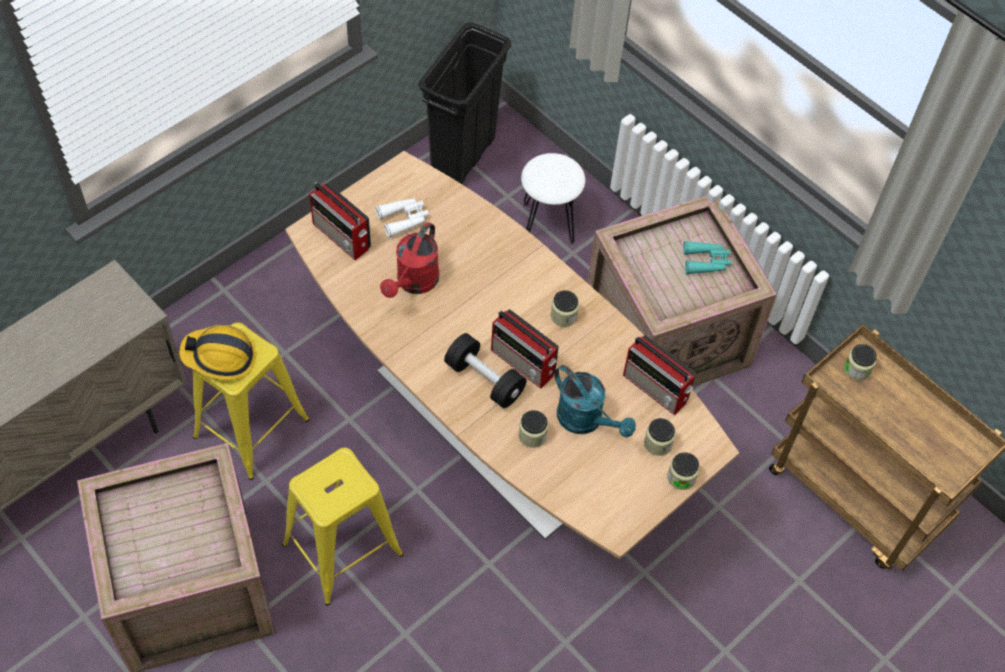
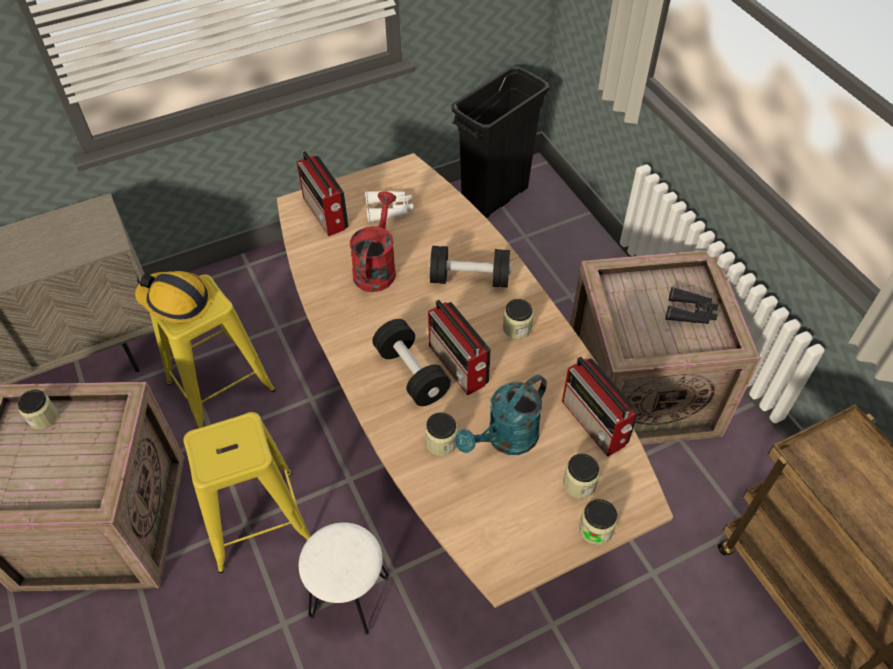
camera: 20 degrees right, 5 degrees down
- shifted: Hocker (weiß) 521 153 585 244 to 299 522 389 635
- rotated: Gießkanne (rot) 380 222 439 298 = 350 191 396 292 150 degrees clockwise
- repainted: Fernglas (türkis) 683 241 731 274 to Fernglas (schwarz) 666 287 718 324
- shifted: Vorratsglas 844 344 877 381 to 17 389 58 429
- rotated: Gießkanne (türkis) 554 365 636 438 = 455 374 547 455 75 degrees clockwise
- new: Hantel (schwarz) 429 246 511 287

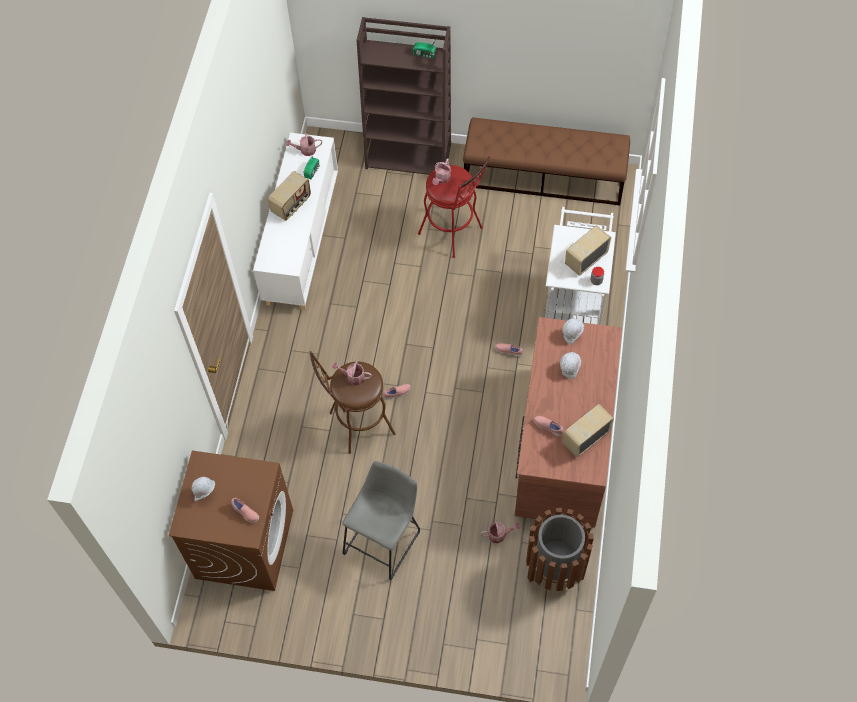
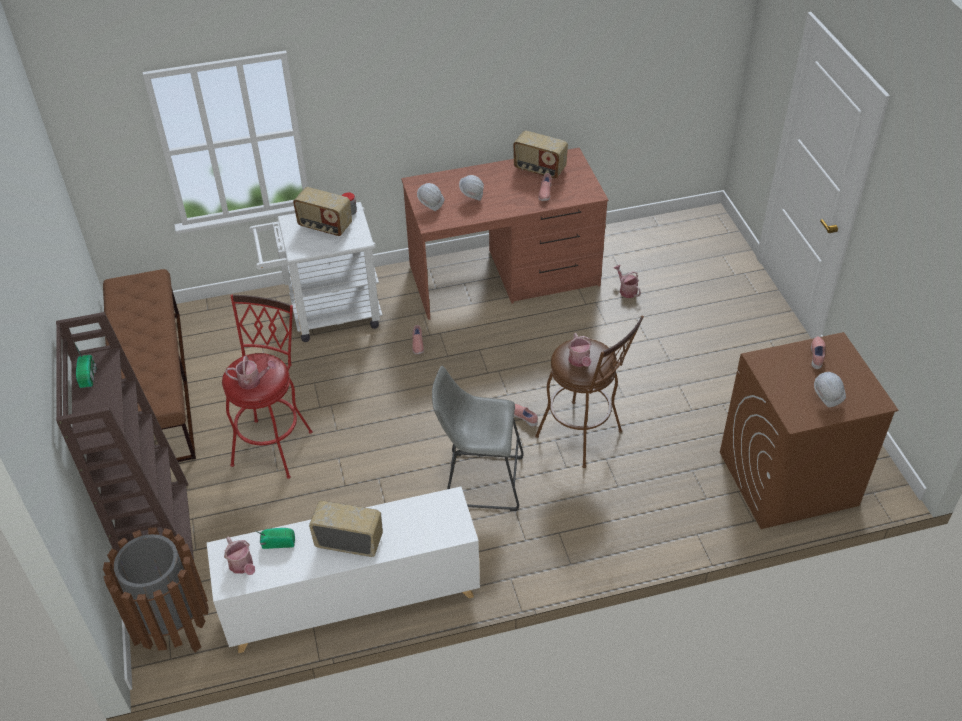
camera: 115 degrees left, 15 degrees down
- shifted: Hocker (grau) 342 461 420 580 to 432 366 524 511
- shifted: Mülleimer (braun) 526 508 594 591 to 103 527 209 652

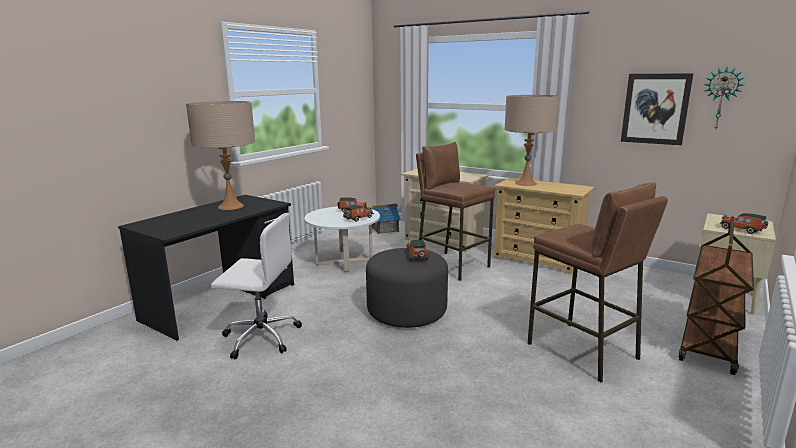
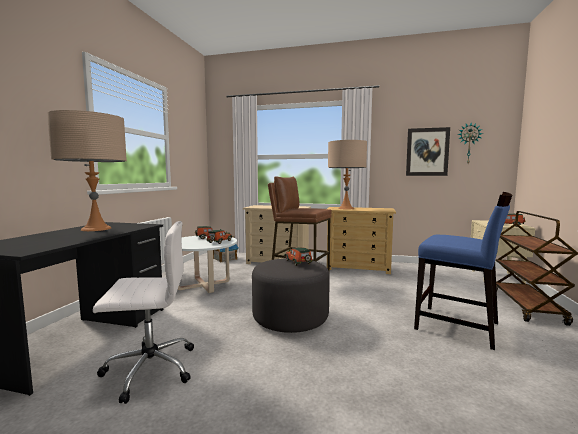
camera: 20 degrees left, 10 degrees down
- swapped: Hocker (braun) 527 182 668 382 to Stuhl (blau) 414 192 512 350

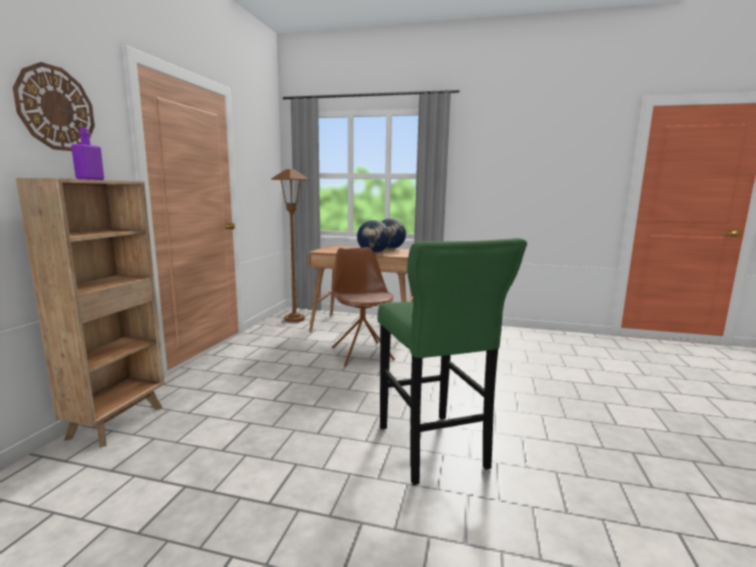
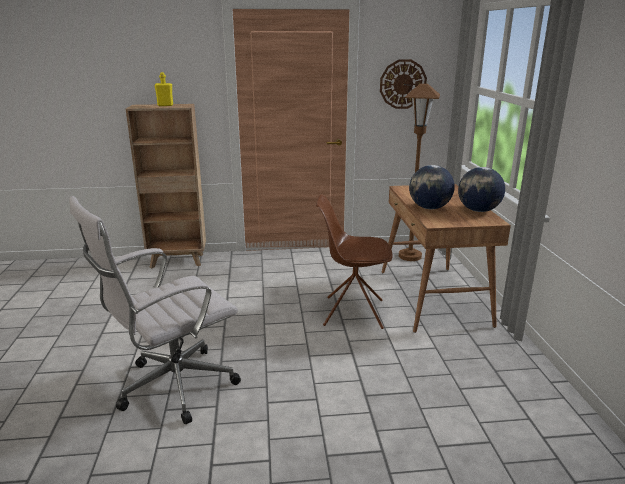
camera: 70 degrees right, 10 degrees up
- shifted: Wanduhr 13 62 95 151 to 380 59 427 109
- repainted: Flasche (lila) 71 128 104 180 to Flasche (gelb) 155 72 173 106
- swapped: Hocker (grün) 377 238 527 485 to Bürostuhl (weiß) 69 196 241 424
- rotated: Stuhl (braun) 332 247 395 367 = 316 195 393 329 135 degrees counterclockwise

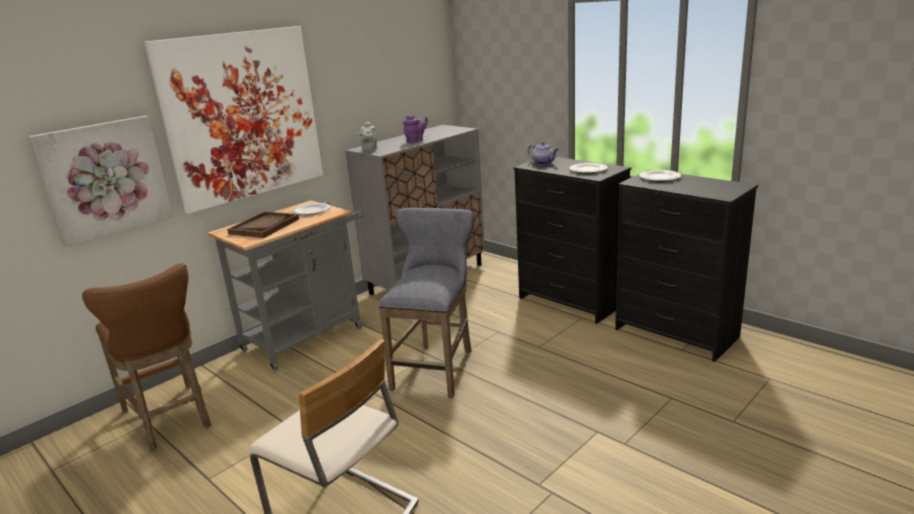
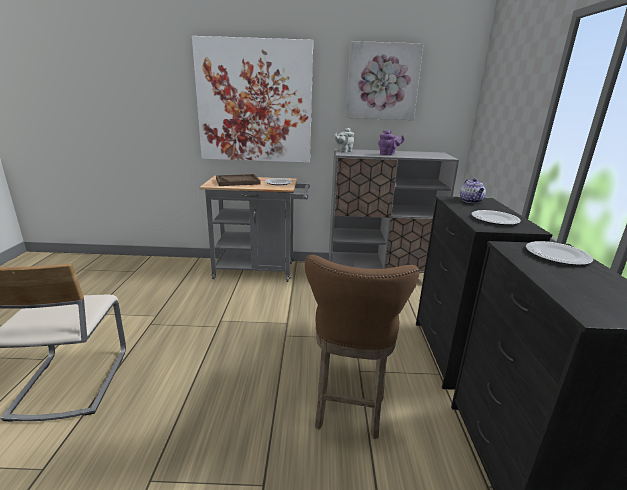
camera: 45 degrees right, 0 degrees up
- shifted: Bild 28 116 173 247 to 346 41 424 120
- gone: Hocker (grau) 379 208 474 398
- shifted: Hocker (braun) 82 263 211 451 to 305 255 420 439

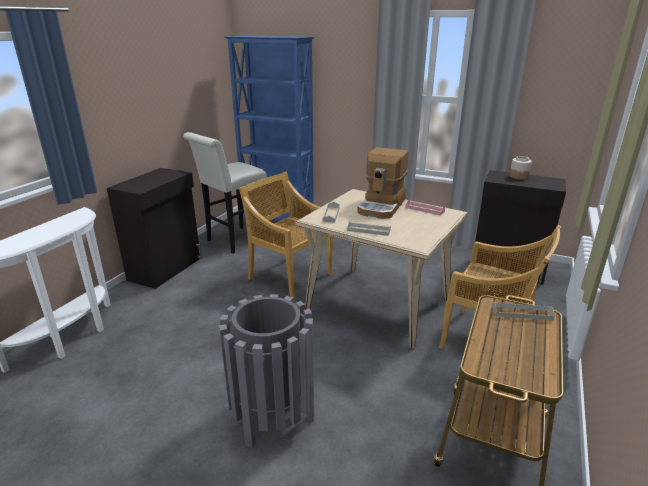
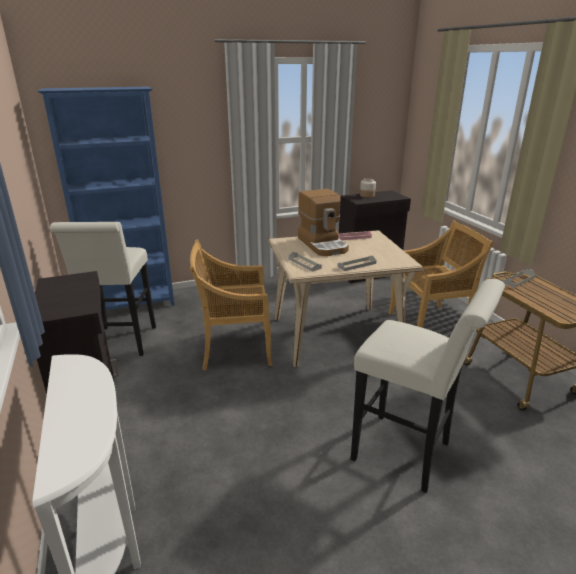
camera: 45 degrees left, 0 degrees up
- swapped: Mülleimer (grau) 219 294 314 449 to Hocker (weiß) 351 279 505 493

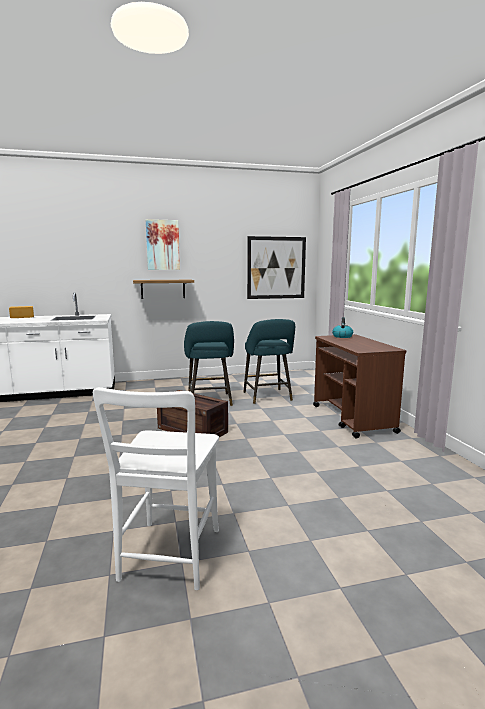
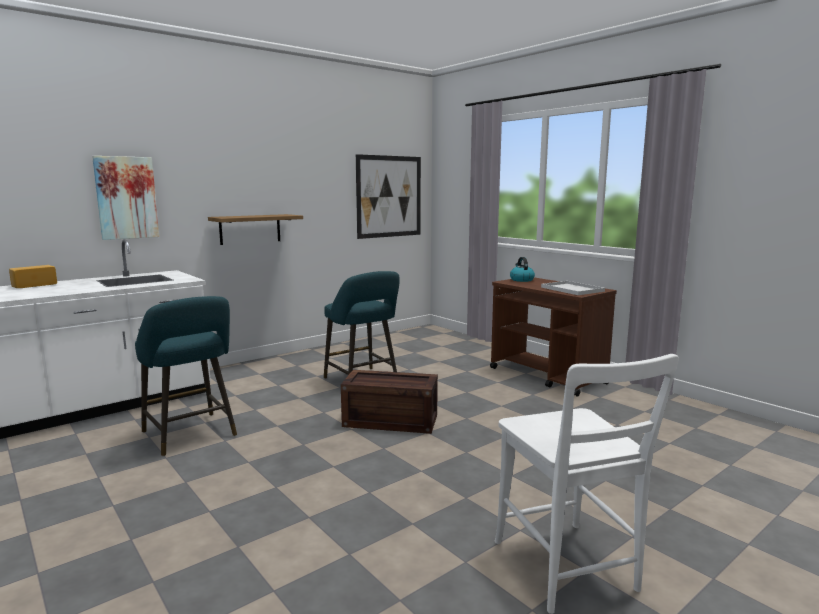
camera: 25 degrees left, 0 degrees up
- shifted: Bild 146 219 180 270 to 92 156 159 240
- shifted: Hocker (türkis) 244 319 295 404 to 135 296 237 456
- new: Tablett (weiß) 541 281 605 295

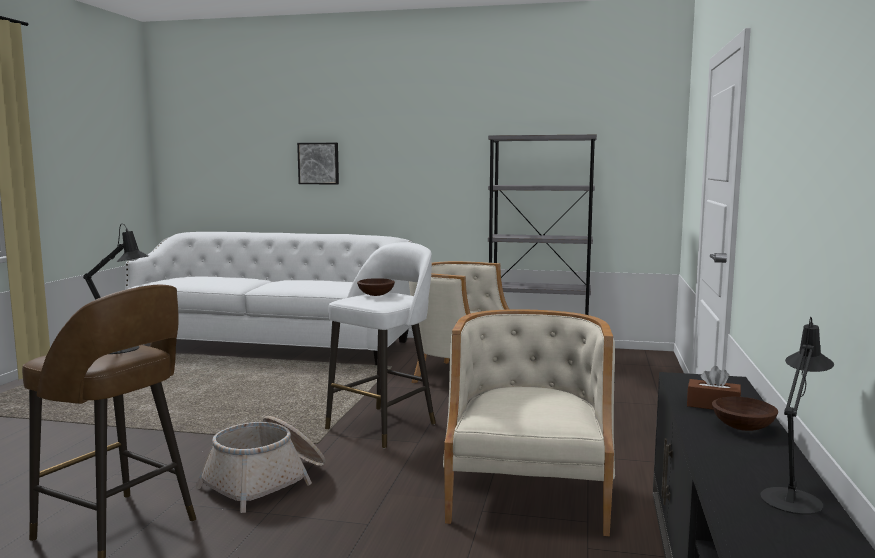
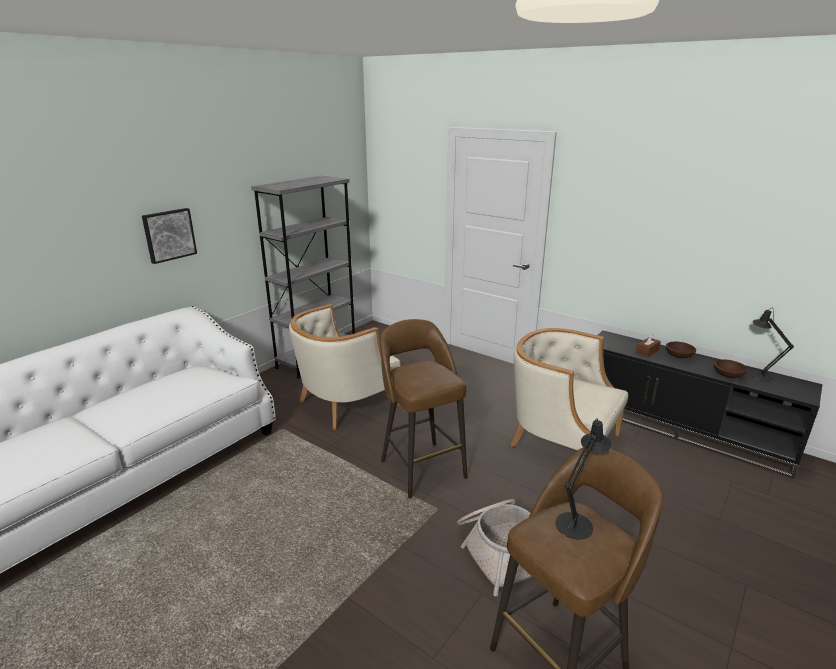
camera: 65 degrees left, 15 degrees up
- shifted: Bild 297 143 339 184 to 142 208 197 264
- repainted: Hocker (weiß) 325 242 436 449 to Hocker (braun) 381 319 468 499
- shifted: Schüssel (braun) 357 278 395 296 to 714 359 748 378

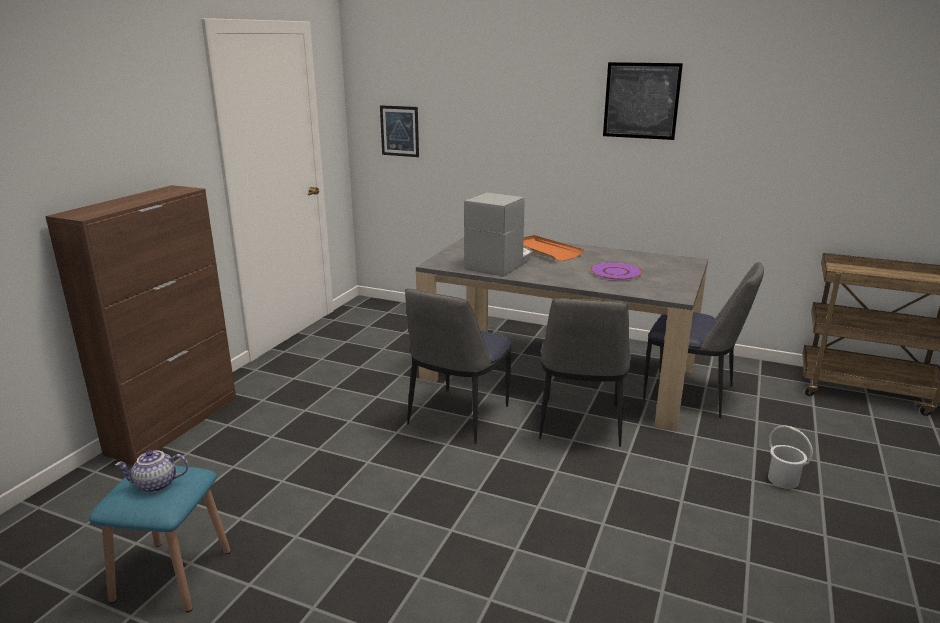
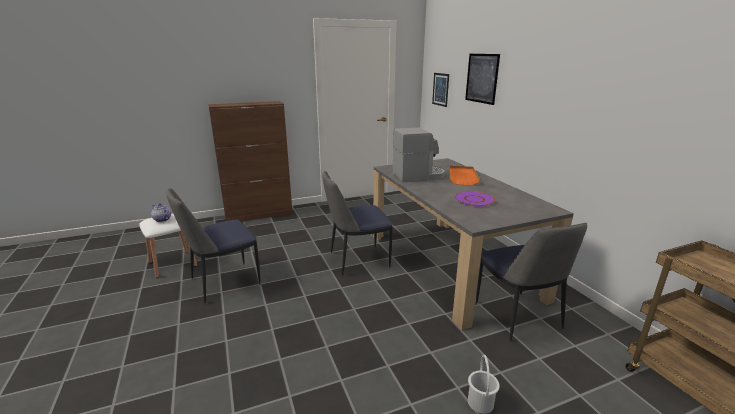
camera: 45 degrees right, 0 degrees up
- shifted: Bild 603 62 683 140 to 465 54 500 105
- shifted: Stuhl 539 298 631 447 to 167 188 261 303
- repainted: Hocker (blau) 89 466 231 612 to Hocker (weiß) 139 213 197 278

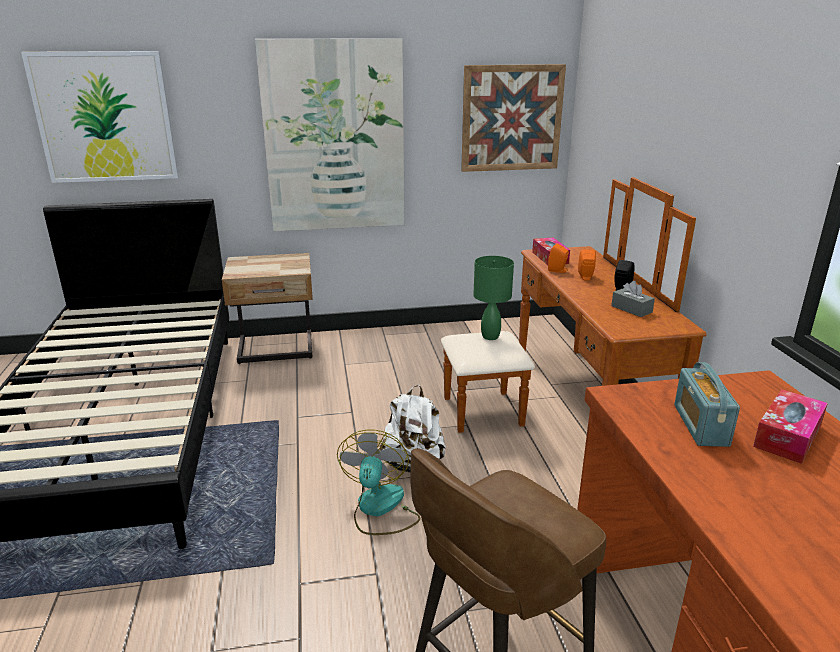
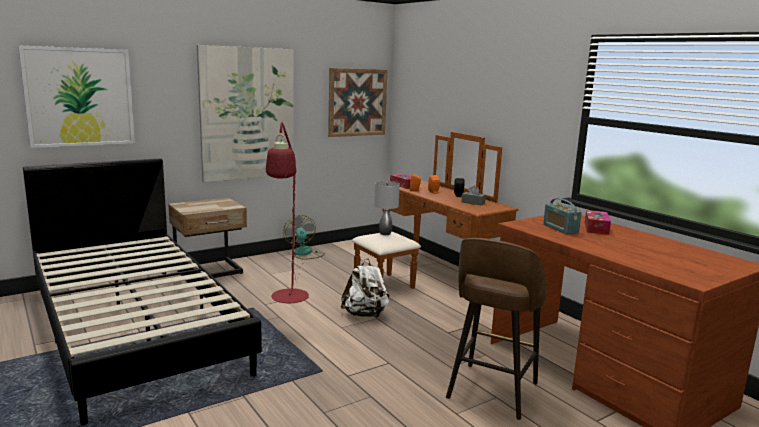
camera: 25 degrees left, 10 degrees down
- repainted: Tischlampe (grün) 473 256 514 340 to Tischlampe (grau) 374 181 400 235
- shifted: Ventilator 337 430 420 535 to 283 215 325 260
- new: Stehlampe (rot) 266 120 309 303

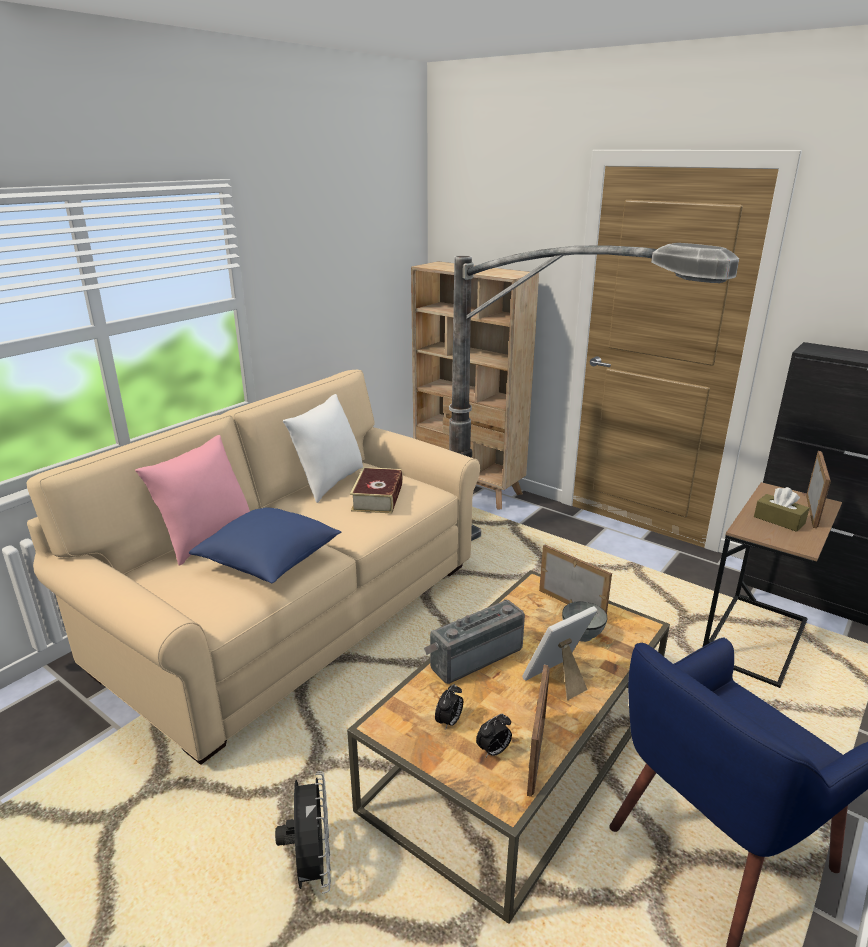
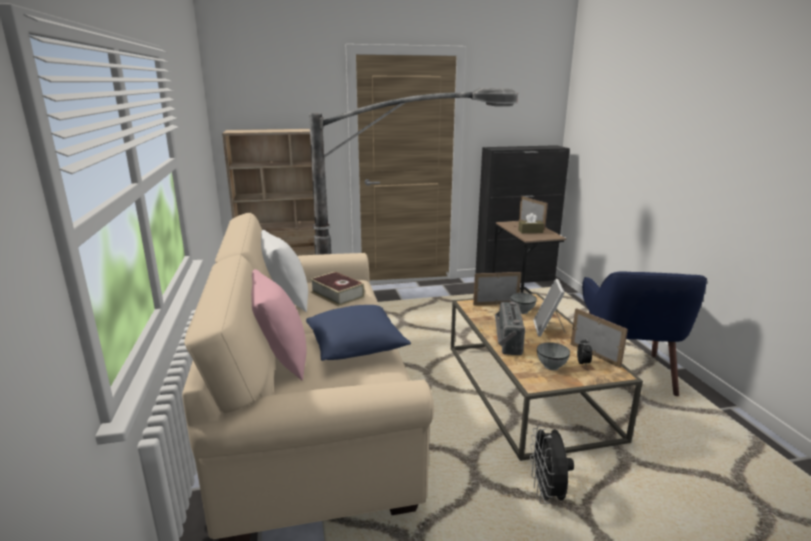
camera: 50 degrees left, 5 degrees down
- swapped: Wecker 435 684 463 730 to Schüssel (grau) 537 342 570 370
- rotated: Ventilator (schwarz) 275 771 331 894 = 530 425 574 504 120 degrees counterclockwise

